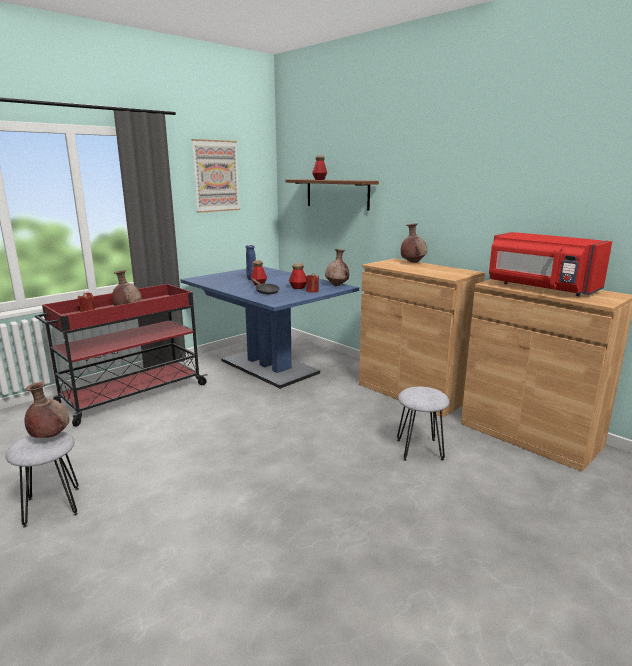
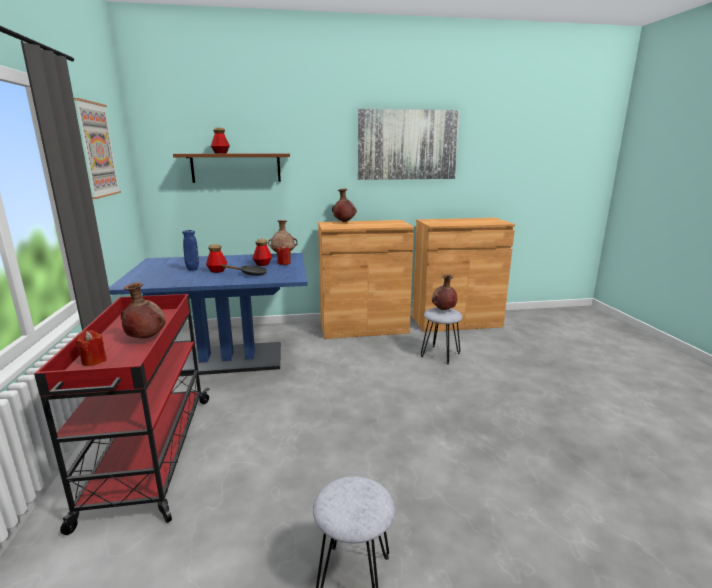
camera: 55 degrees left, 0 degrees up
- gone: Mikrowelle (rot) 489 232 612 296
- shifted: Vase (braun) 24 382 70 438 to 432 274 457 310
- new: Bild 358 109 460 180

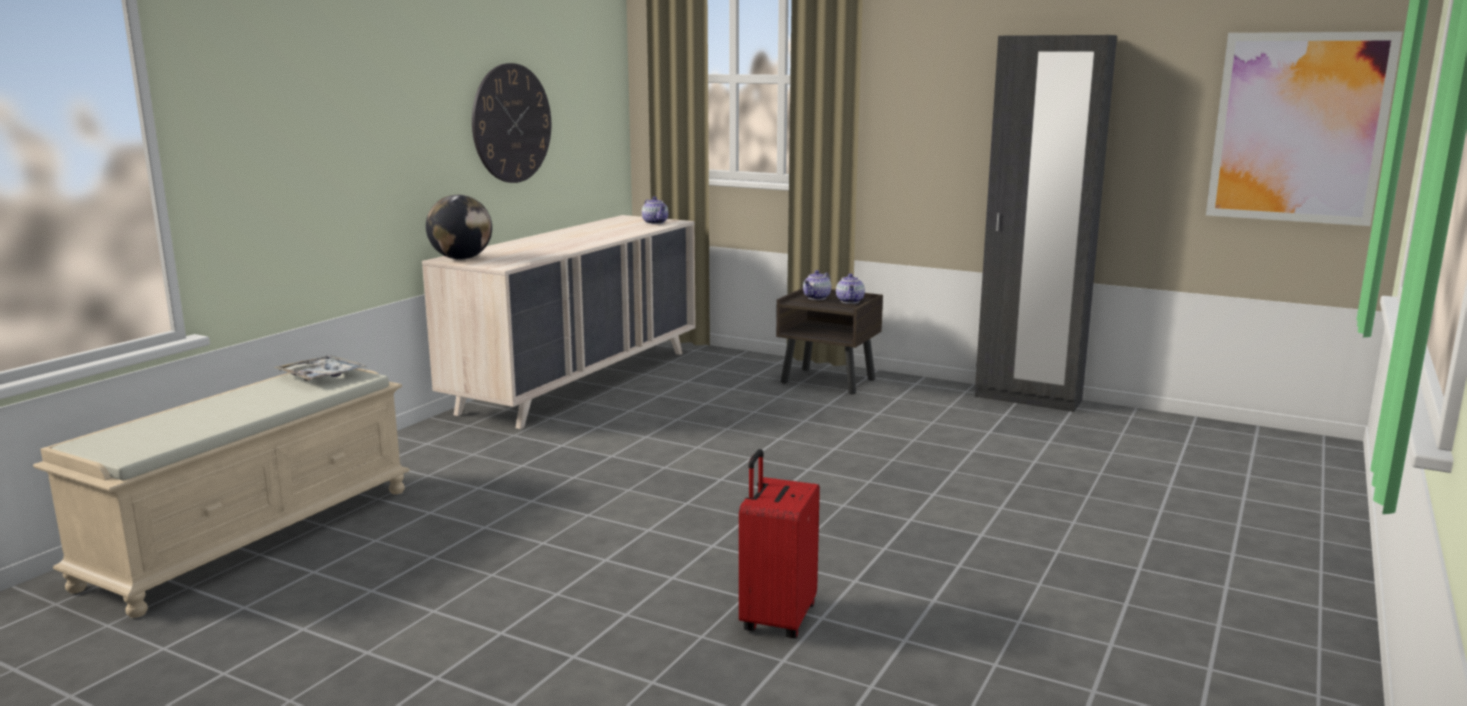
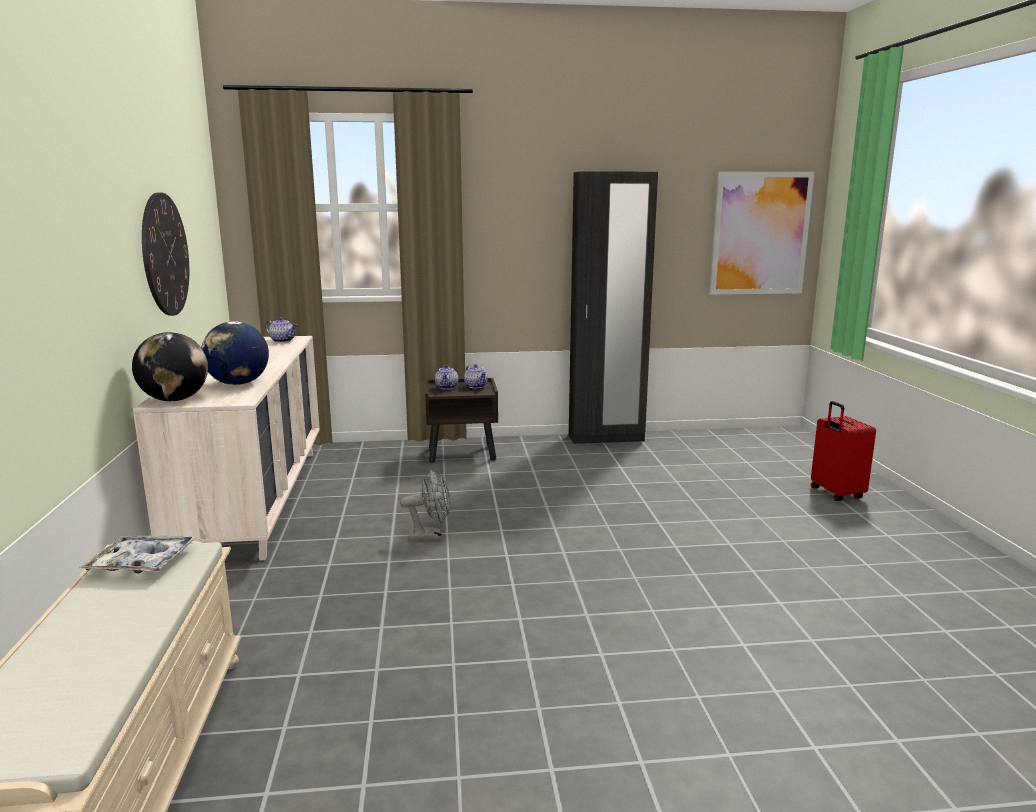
camera: 35 degrees left, 0 degrees up
- shifted: Koffer (rot) 739 449 820 638 to 811 401 876 501
- new: Globus 201 321 269 385
- new: Ventilator (grau) 400 469 450 540

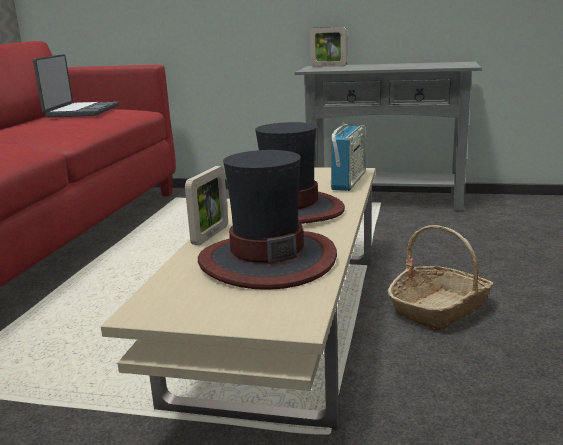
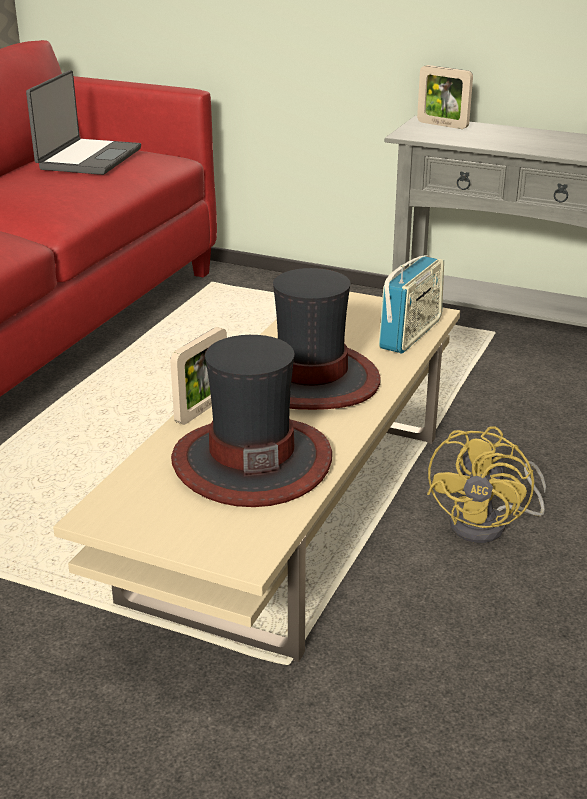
camera: 10 degrees right, 10 degrees up
- swapped: Korb 387 225 494 331 to Ventilator (gelb) 427 426 546 543

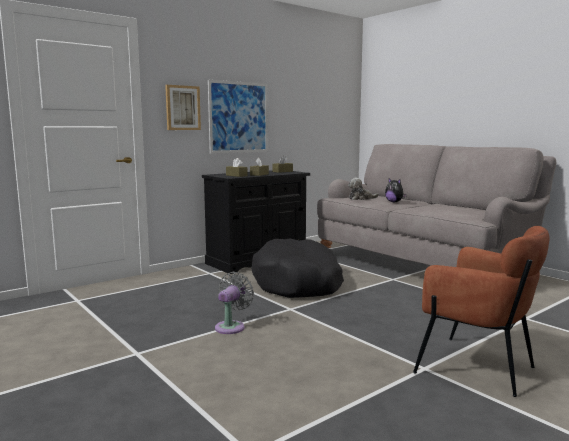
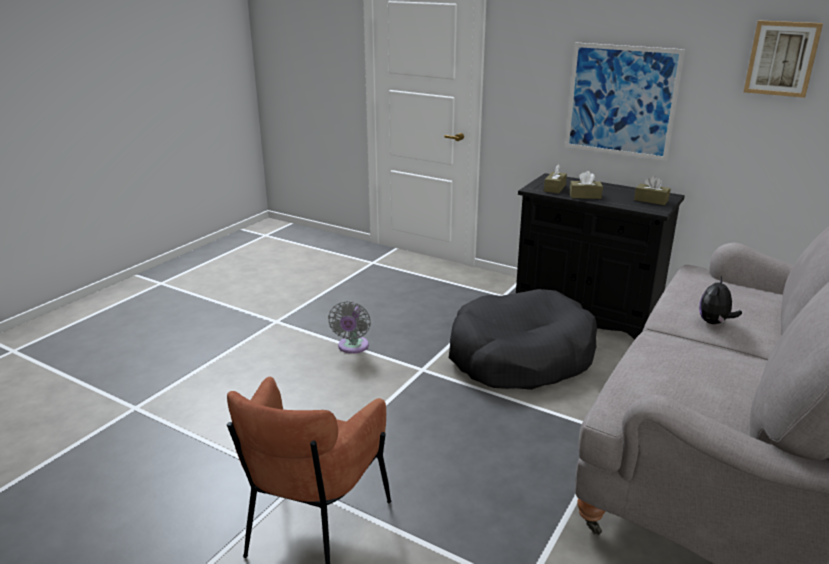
camera: 70 degrees right, 15 degrees up
- shifted: Bild 165 85 201 130 to 744 21 823 98
- gone: Plüschtier 348 178 379 200
- rotated: Ventilator (grau) 215 272 254 334 = 328 301 371 354 90 degrees clockwise

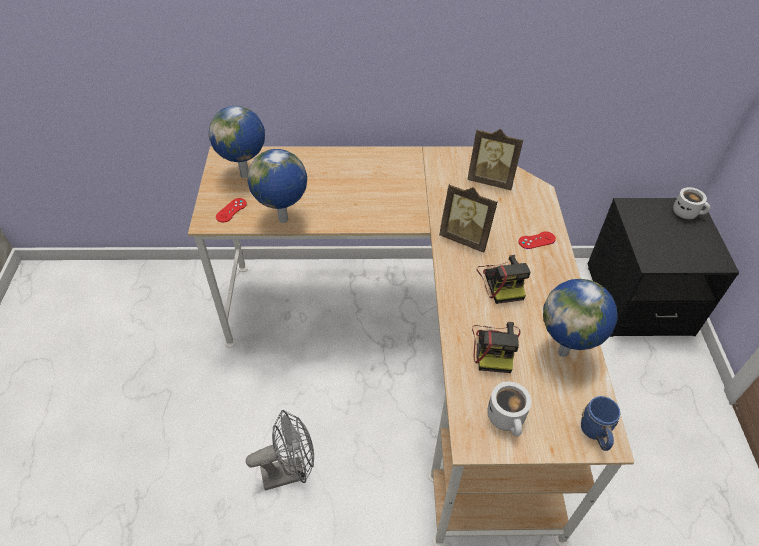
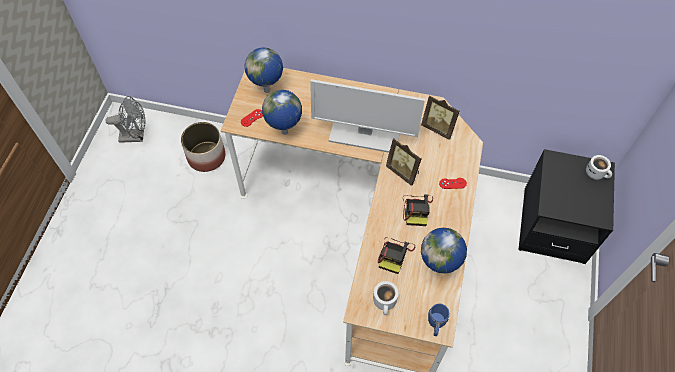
camera: 15 degrees right, 10 degrees up
- shifted: Ventilator (grau) 246 410 314 491 to 105 96 145 143
- new: Monitor 310 79 425 153
- new: Pflanzkübel 181 122 225 172

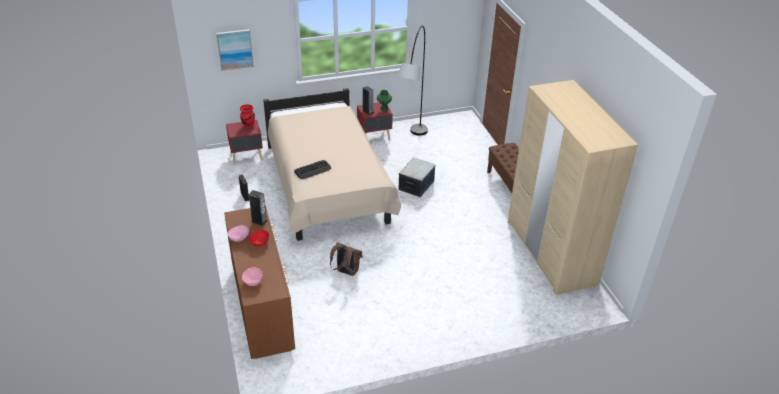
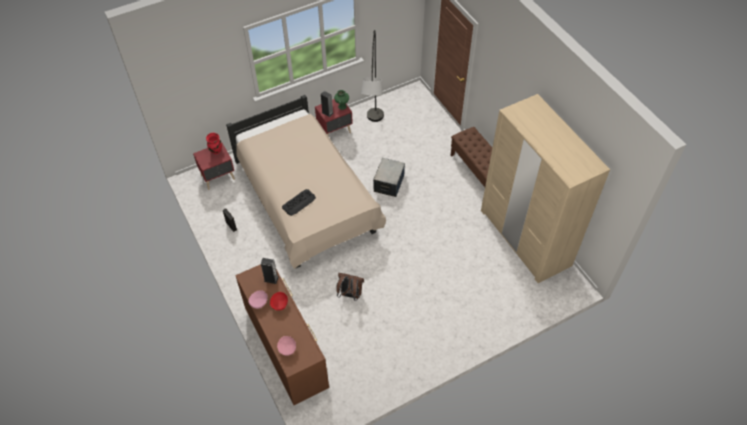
camera: 10 degrees left, 15 degrees up
- gone: Bild 216 29 254 71

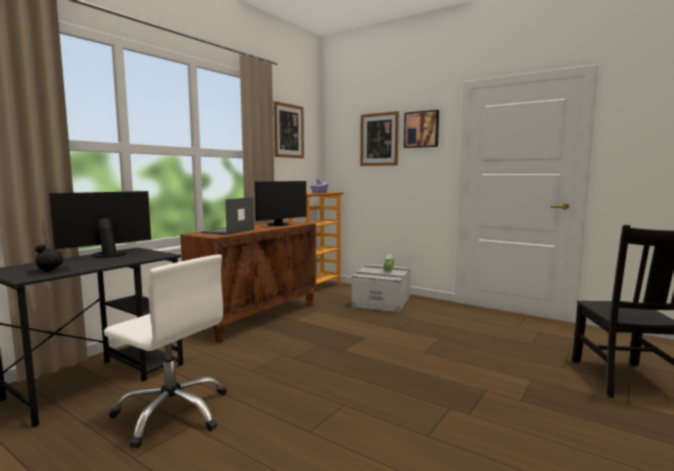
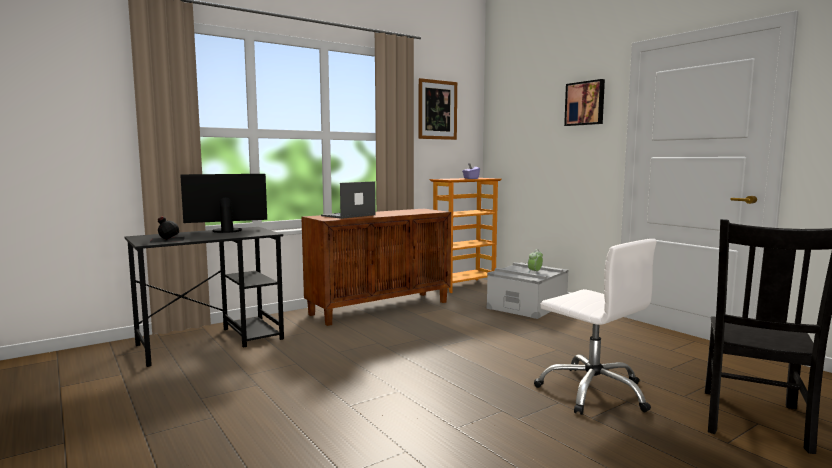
camera: 20 degrees right, 0 degrees up
- gone: Bild 360 111 399 166
- gone: Monitor 255 181 307 226
- shifted: Bürostuhl (weiß) 104 255 227 448 to 534 239 657 415

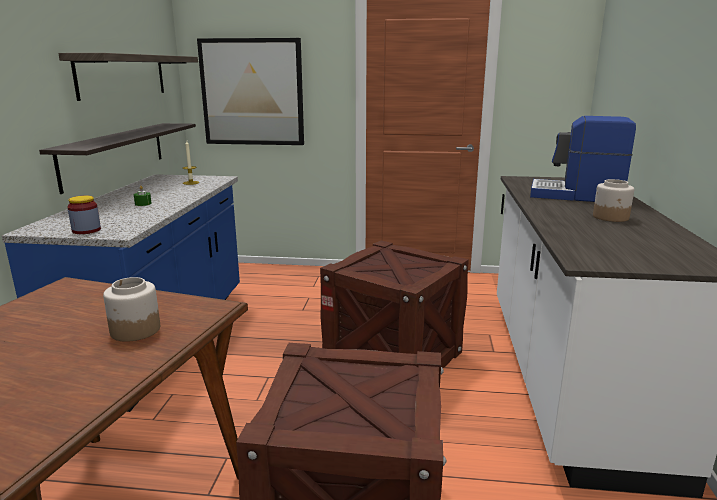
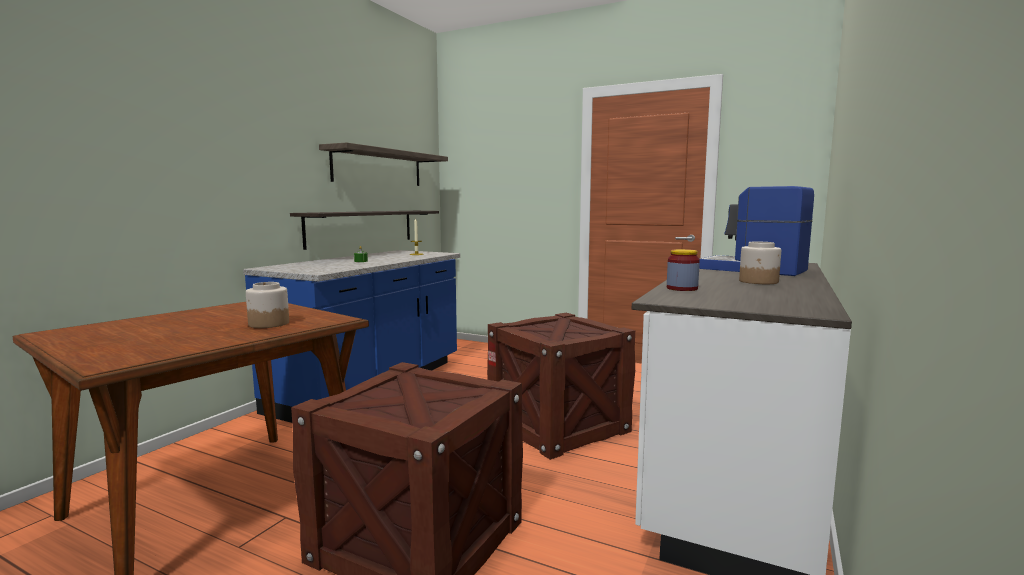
camera: 20 degrees right, 10 degrees down
- gone: Bild 197 38 304 145
- shifted: Vorratsglas 67 196 101 234 to 667 249 700 291

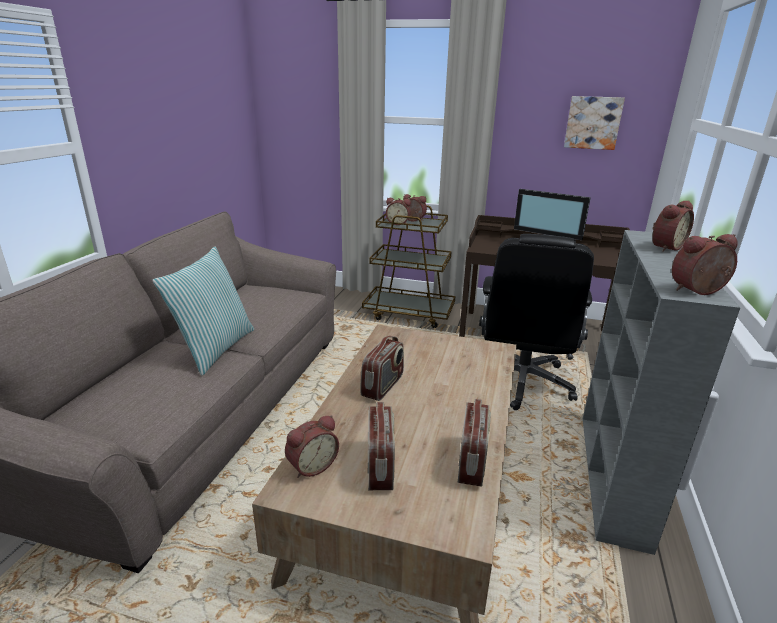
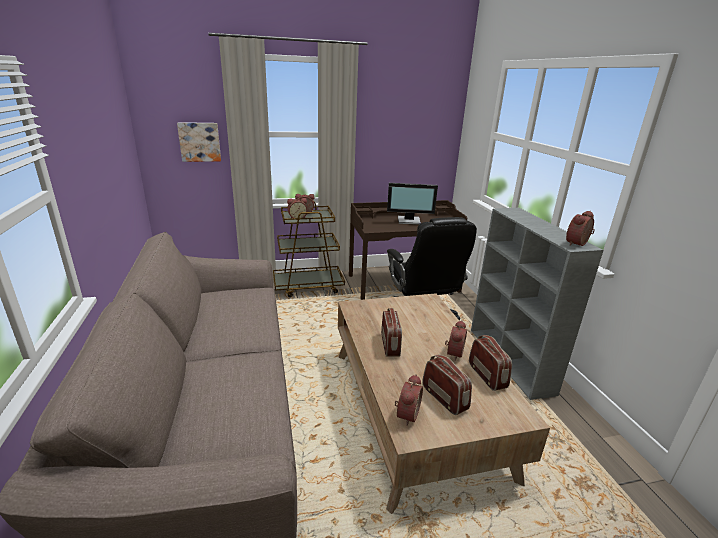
camera: 30 degrees left, 0 degrees up
- shifted: Bild 564 96 625 150 to 177 122 221 162
- shifted: Wecker 652 200 694 252 to 445 320 467 361
- gone: Kissen 152 247 255 376

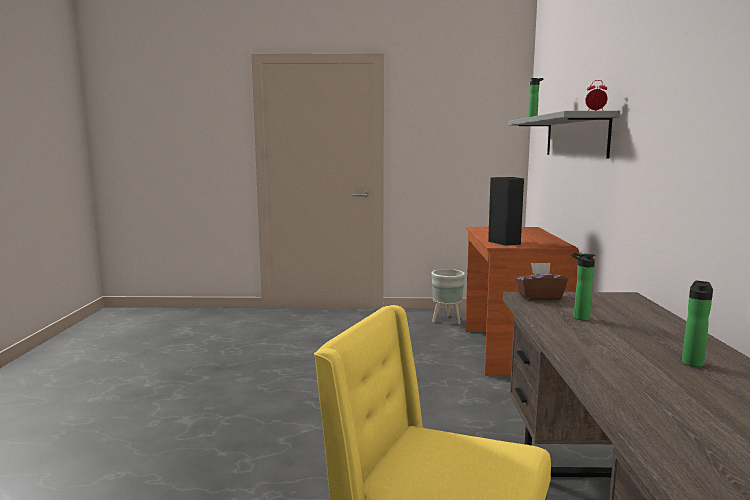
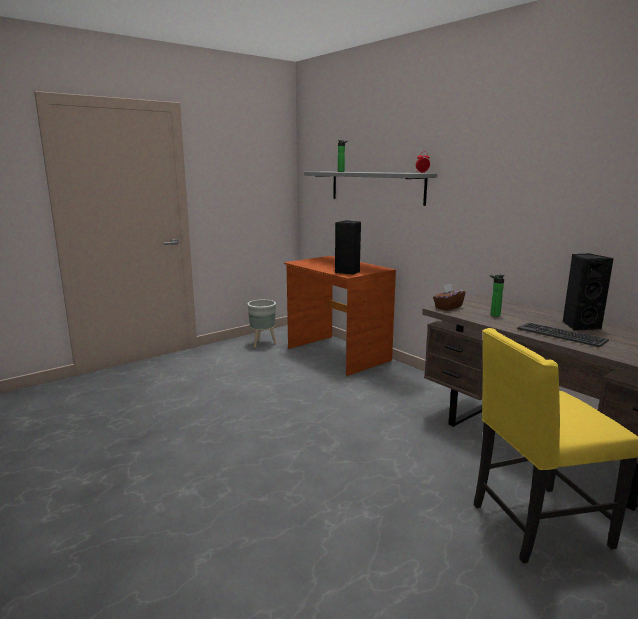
camera: 40 degrees left, 5 degrees up
- swapped: Flasche 682 281 713 367 to Lautsprecher (schwarz) 562 254 614 331
- new: Tastatur 517 322 609 347

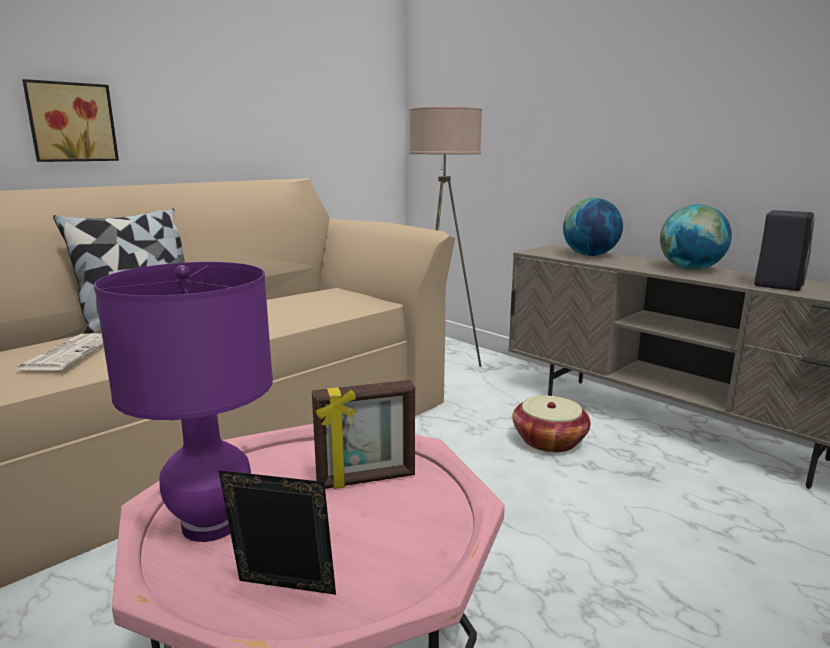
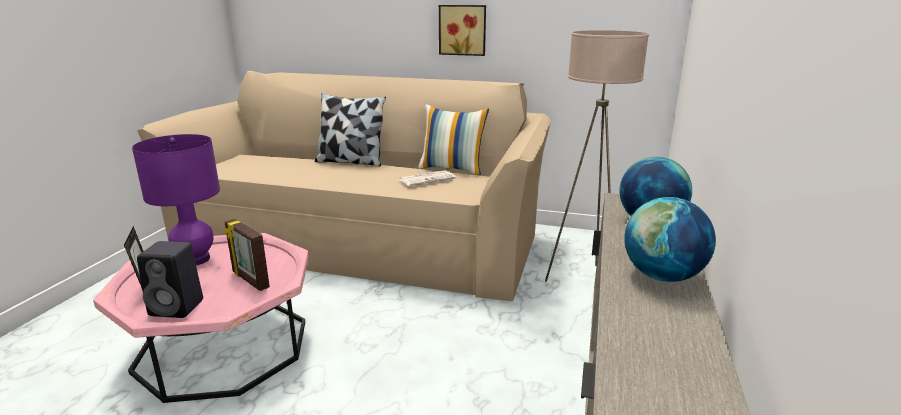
camera: 60 degrees right, 5 degrees up
- shifted: Bild 22 79 119 162 to 439 5 486 56
- shifted: Lautsprecher (schwarz) 754 210 814 291 to 137 241 203 318
- shifted: Zeitung 17 333 104 370 to 400 170 456 186
- gone: Korb 513 395 591 453
- new: Kissen 418 104 489 175

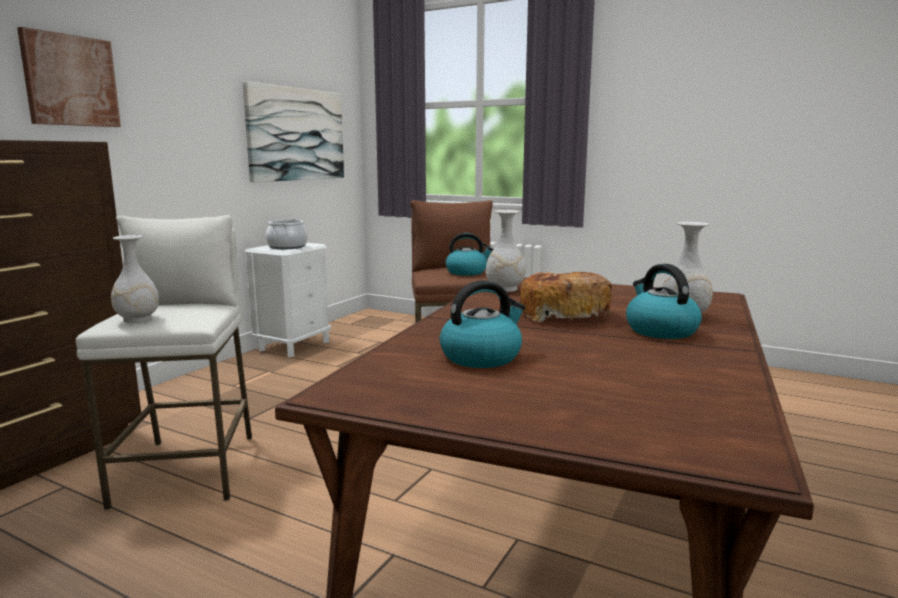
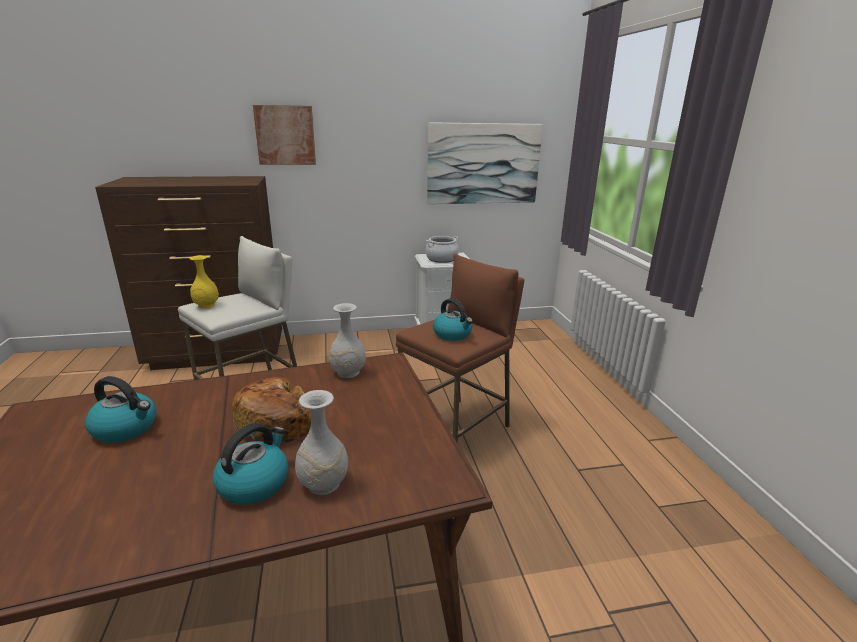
camera: 50 degrees right, 10 degrees up
- repainted: Vase (weiß) 111 235 159 323 to Vase (gelb) 189 255 219 309

